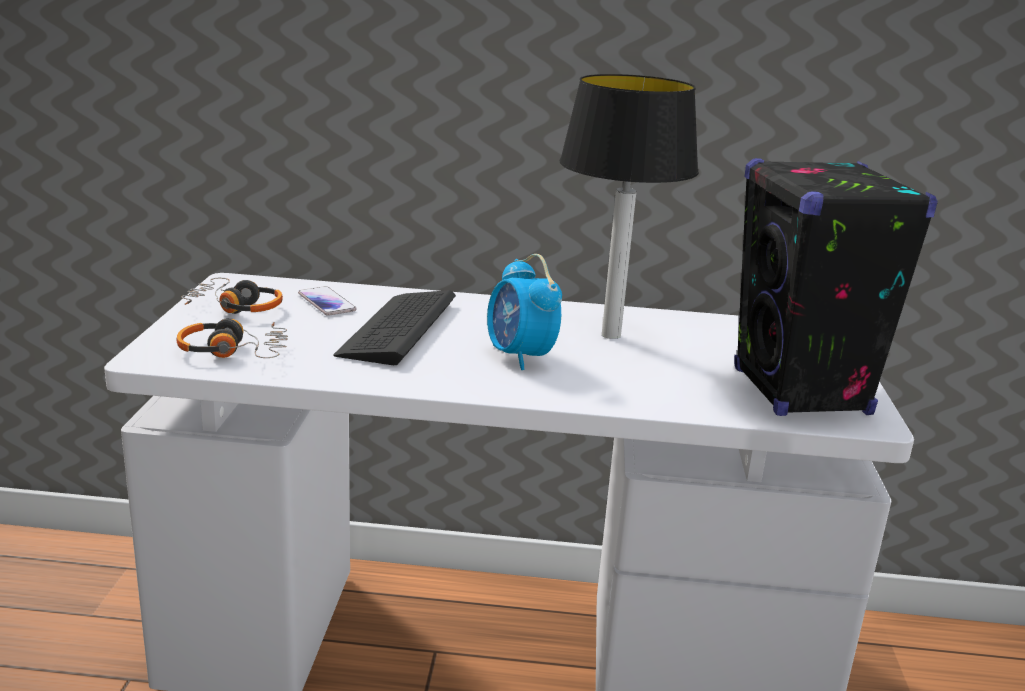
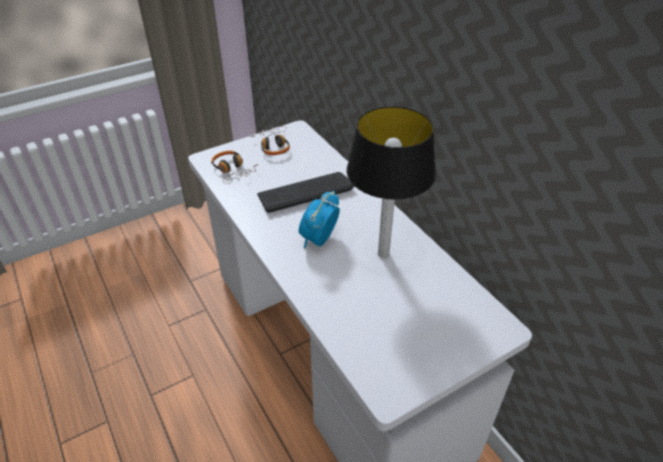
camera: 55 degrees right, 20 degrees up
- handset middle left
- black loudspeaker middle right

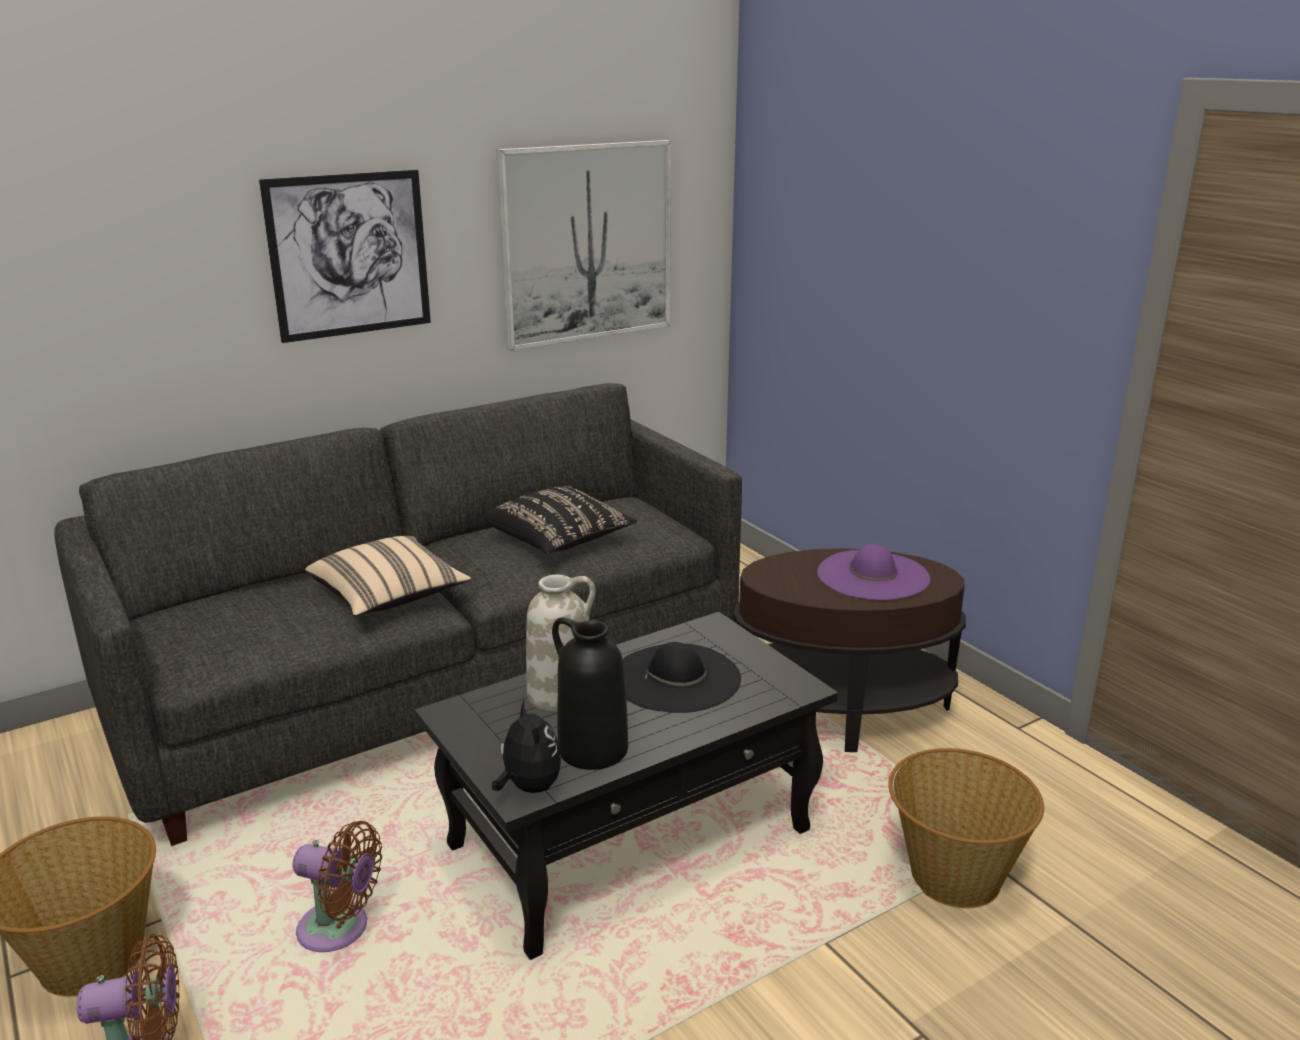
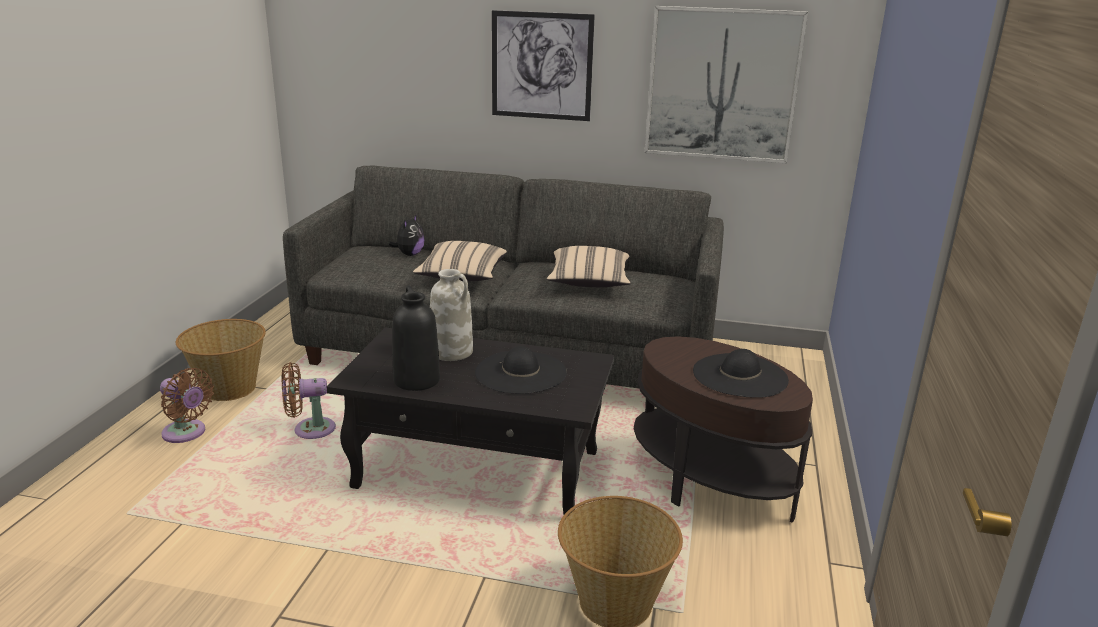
camera: 45 degrees right, 0 degrees up
~ cuddly toy bottom centre to centre
~ black throw pillow centre to beige throw pillow (no. 2 from left) centre
~ purplish wearable hat middle right to black wearable hat (no. 2 from left) middle right
~ brown fan (no. 2 from left) bottom left = middle left 105 degrees clockwise

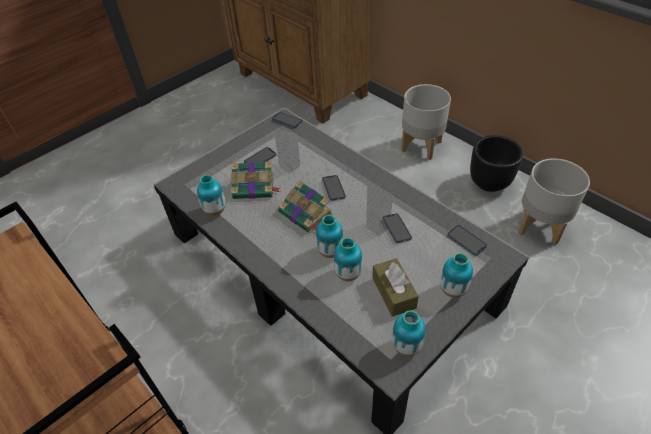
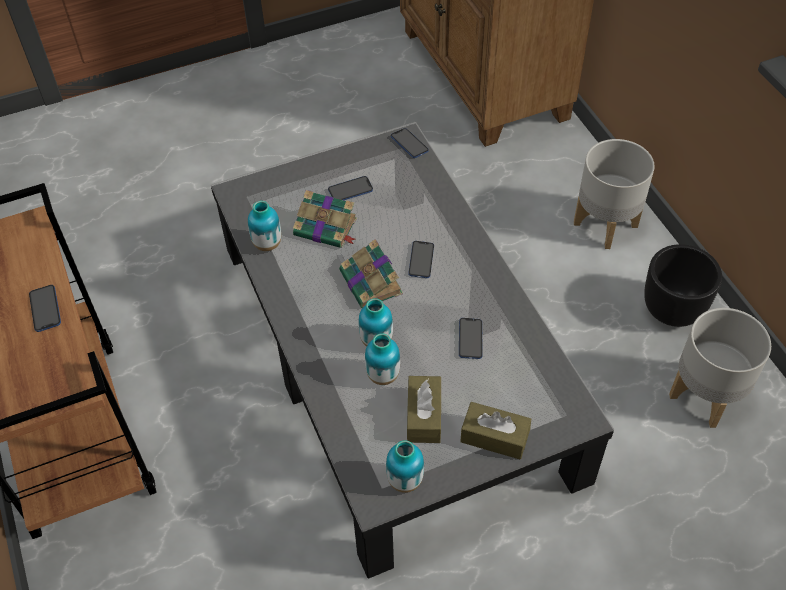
camera: 20 degrees right, 5 degrees up
~ handset (no. 5 from left in the first image) middle right to handset (no. 1 from left) middle left
~ decorative vase (no. 5 from left) middle right to brown box of tissues (no. 2 from left) bottom centre

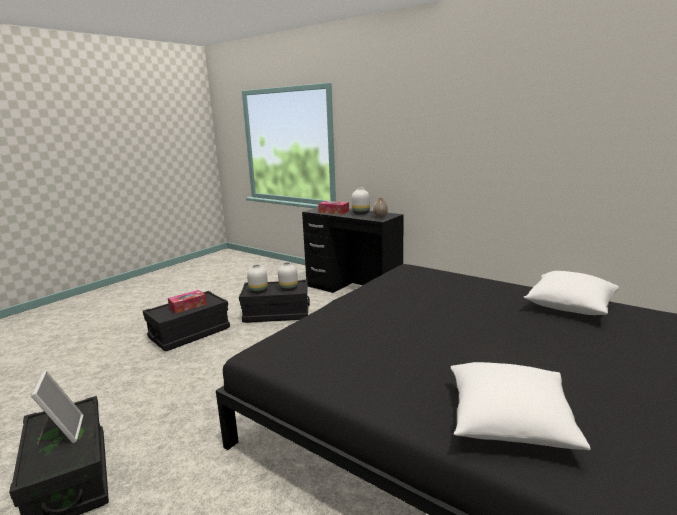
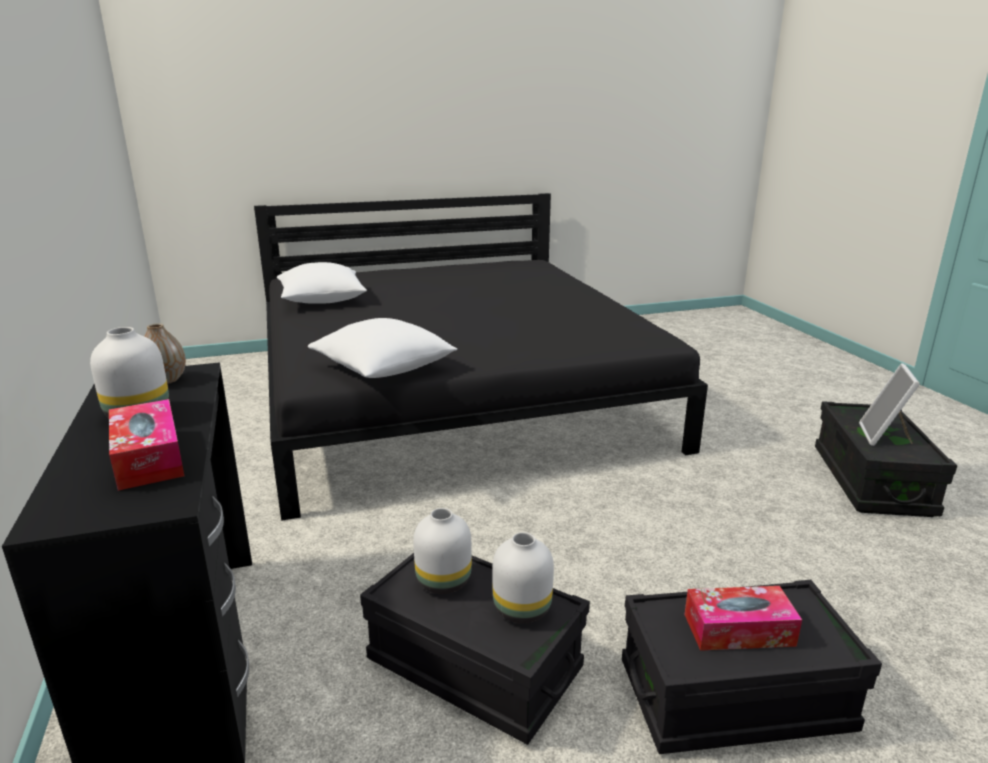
camera: 145 degrees left, 5 degrees up
~ white-coloured throw pillow (no. 1 from left in the first image) bottom right to white-coloured throw pillow (no. 2 from left) centre

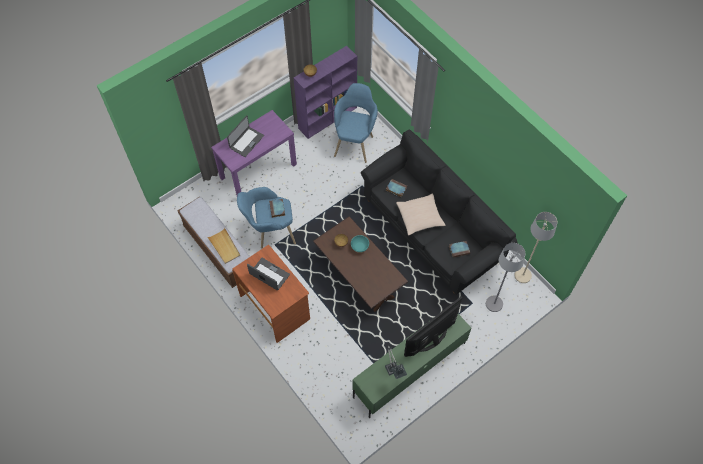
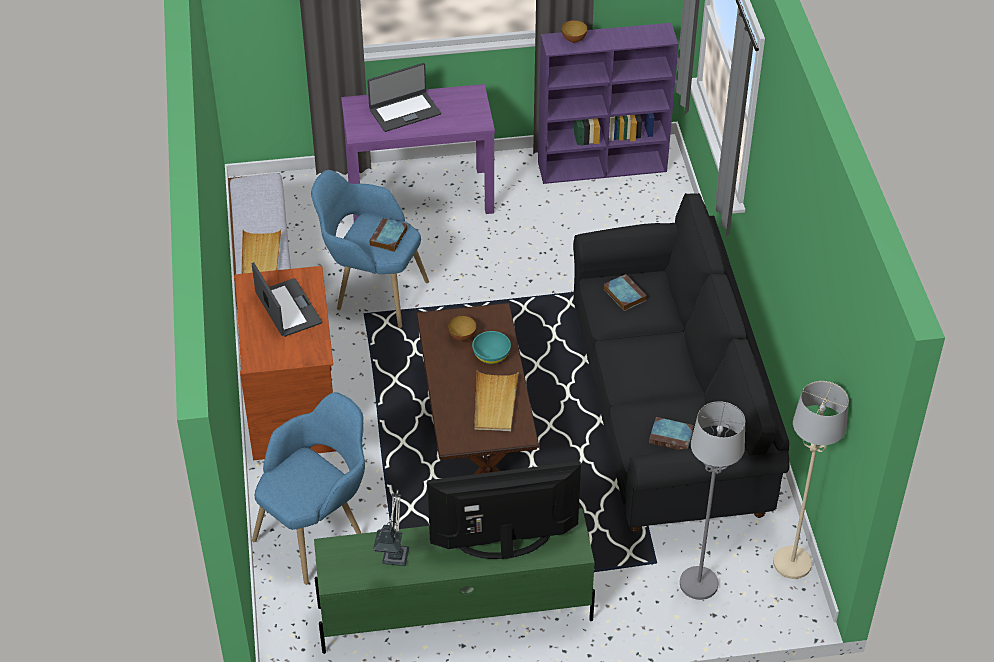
camera: 30 degrees right, 15 degrees down
- beige throw pillow centre
+ beige serving tray (no. 2 from left) centre
~ blue armchair (no. 2 from left in the first image) top centre to blue armchair (no. 1 from left) bottom left

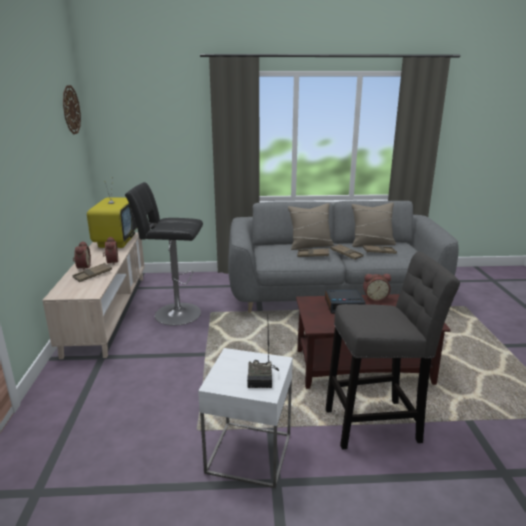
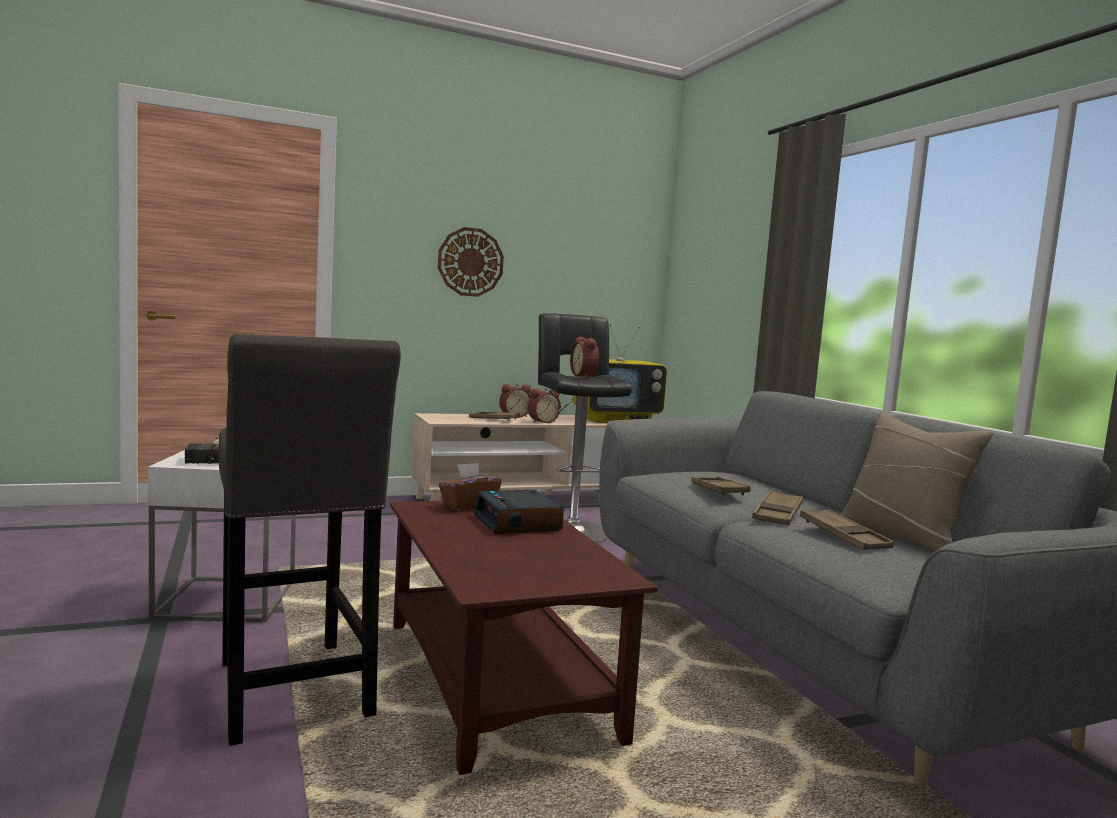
camera: 70 degrees right, 15 degrees down
- beige throw pillow (no. 1 from left) centre
+ brown box of tissues centre
~ clock on the wall top left to top centre
~ table clock (no. 4 from left) middle right to centre

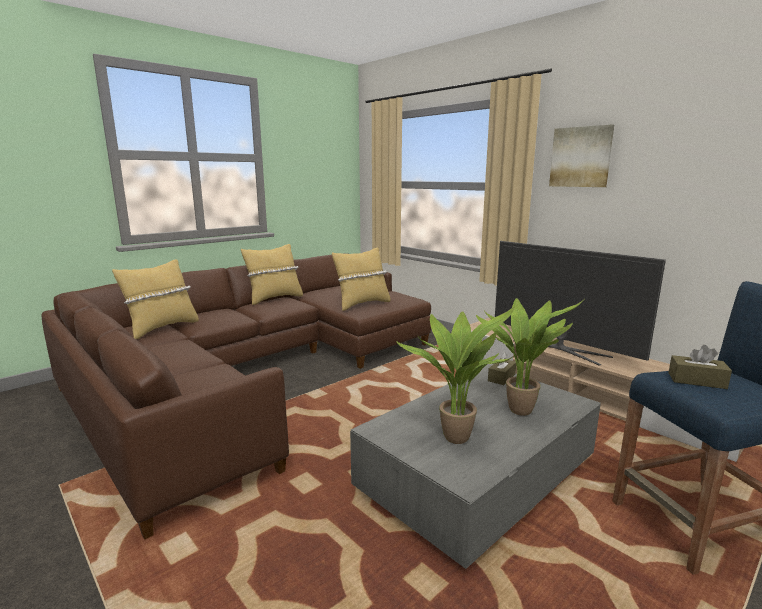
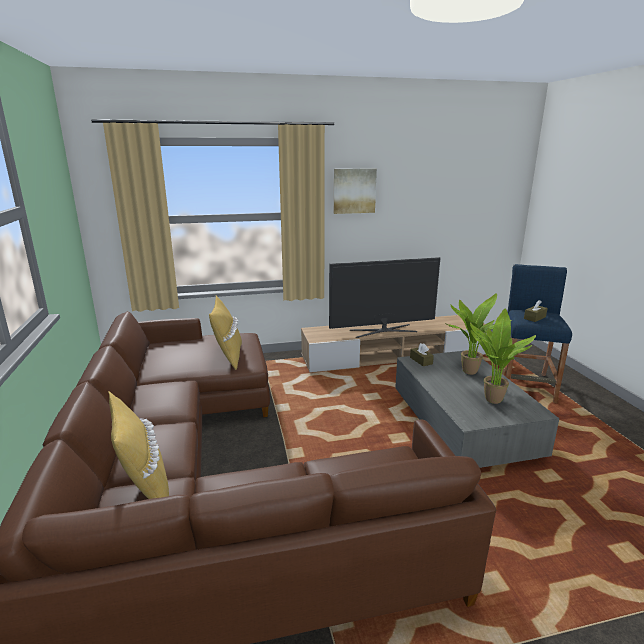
camera: 60 degrees left, 5 degrees up
- yellow-coloured throw pillow (no. 2 from left) centre

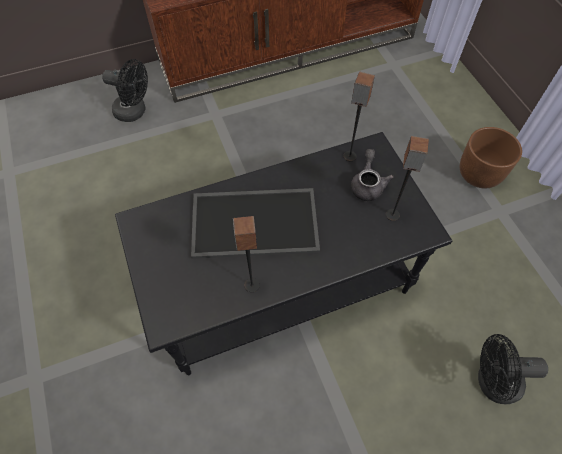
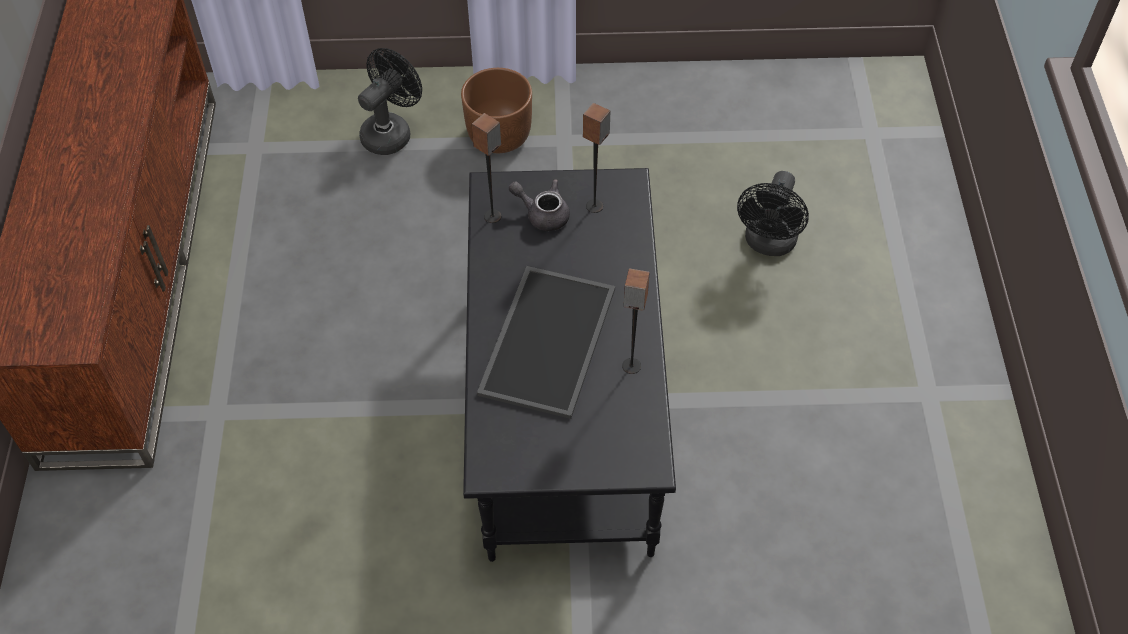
camera: 70 degrees left, 5 degrees down
~ black fan (no. 1 from left) top left to top centre

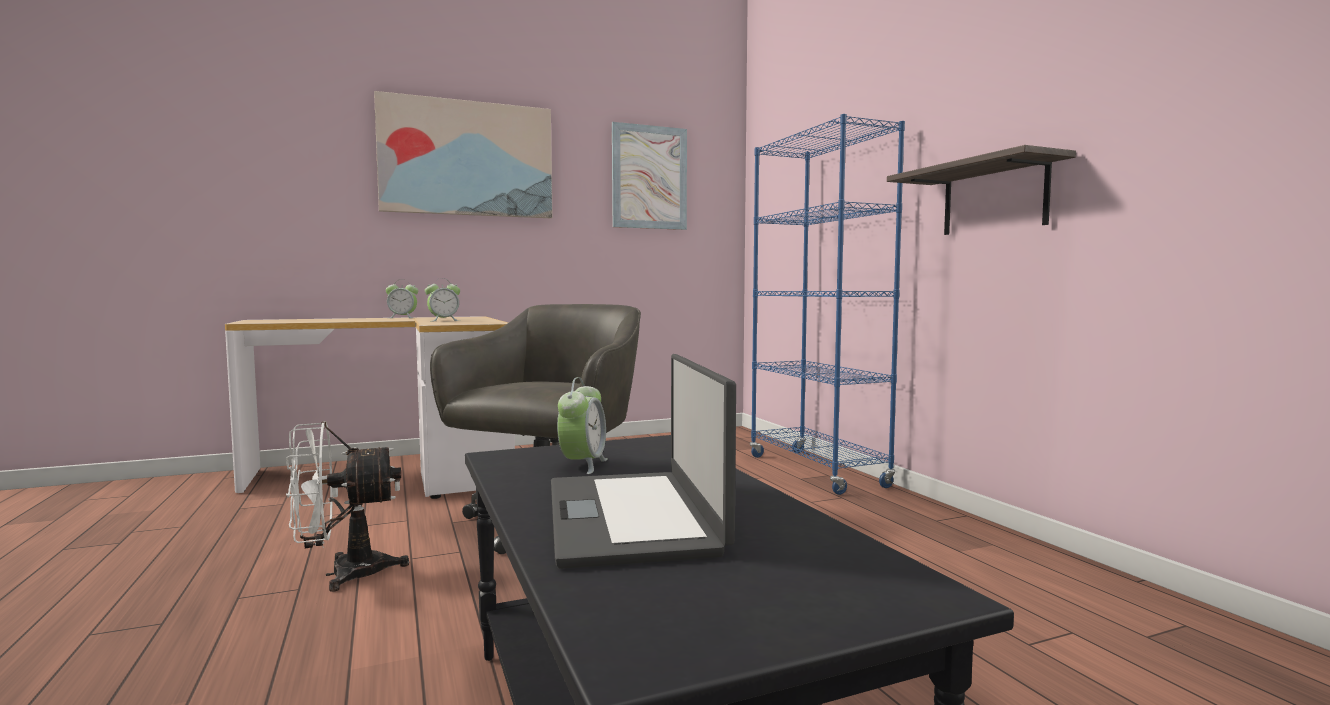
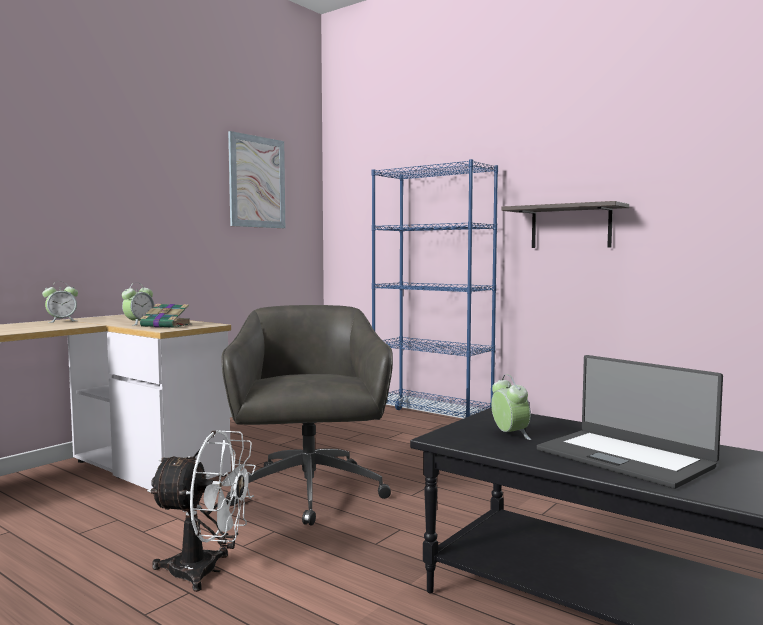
camera: 30 degrees left, 0 degrees up
- wall art (no. 1 from left) top centre
+ book middle left
~ white-coloured fan bottom left = bottom left 120 degrees counterclockwise

